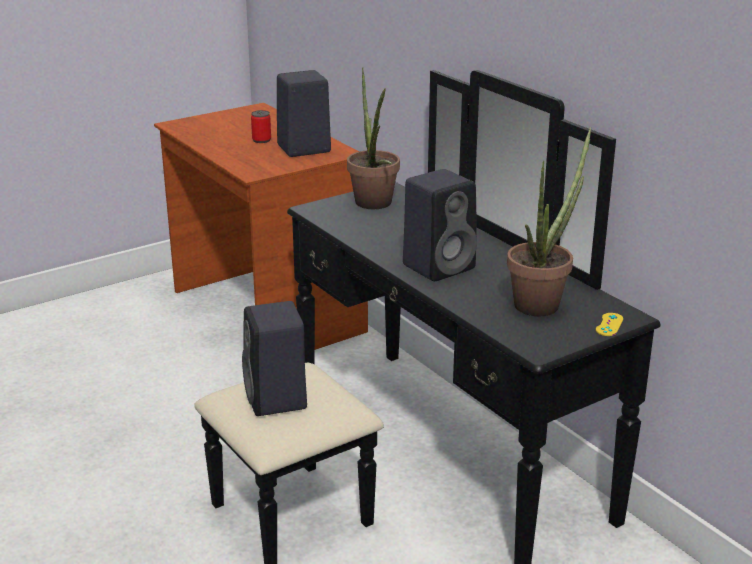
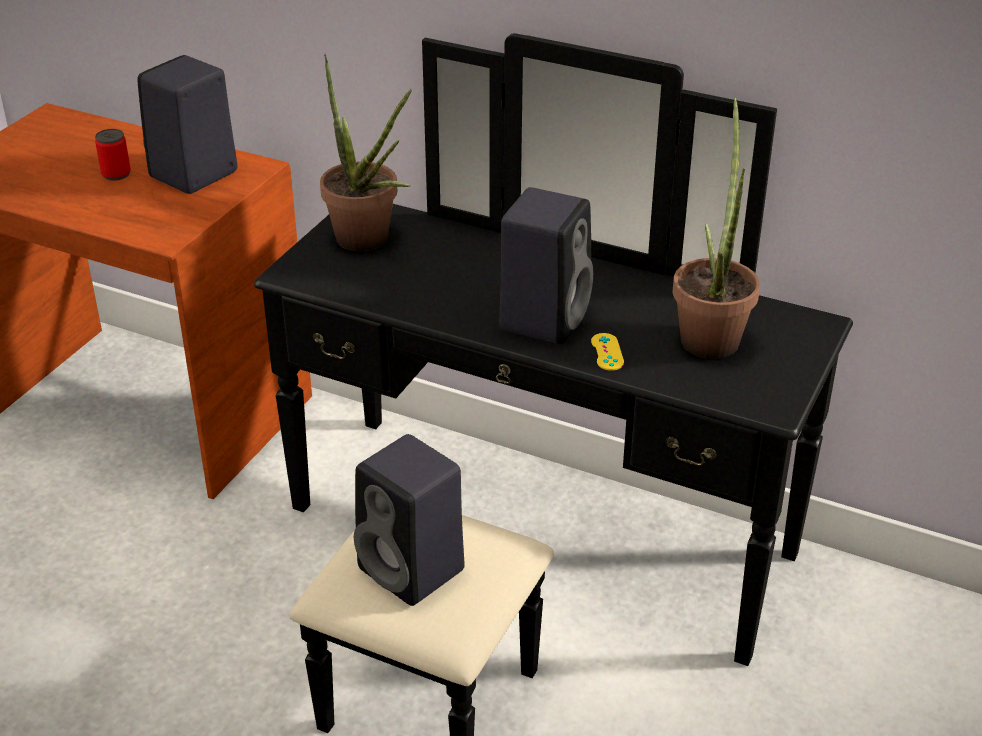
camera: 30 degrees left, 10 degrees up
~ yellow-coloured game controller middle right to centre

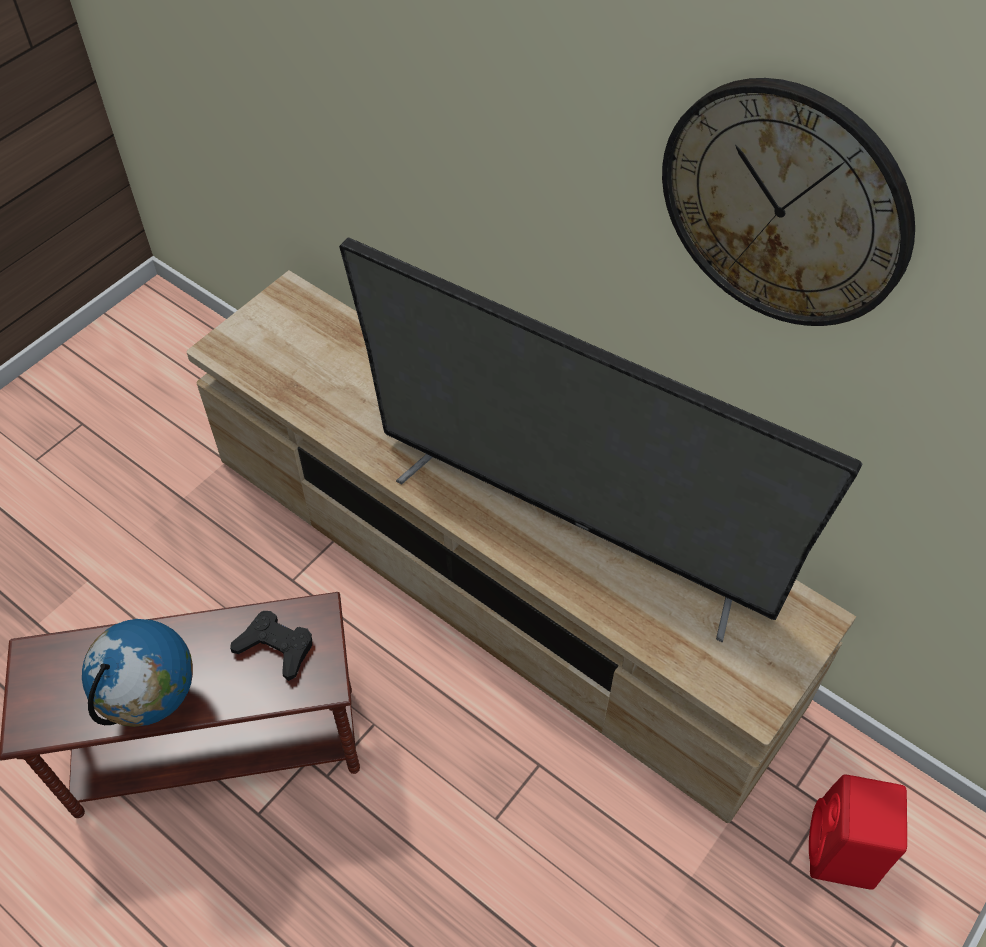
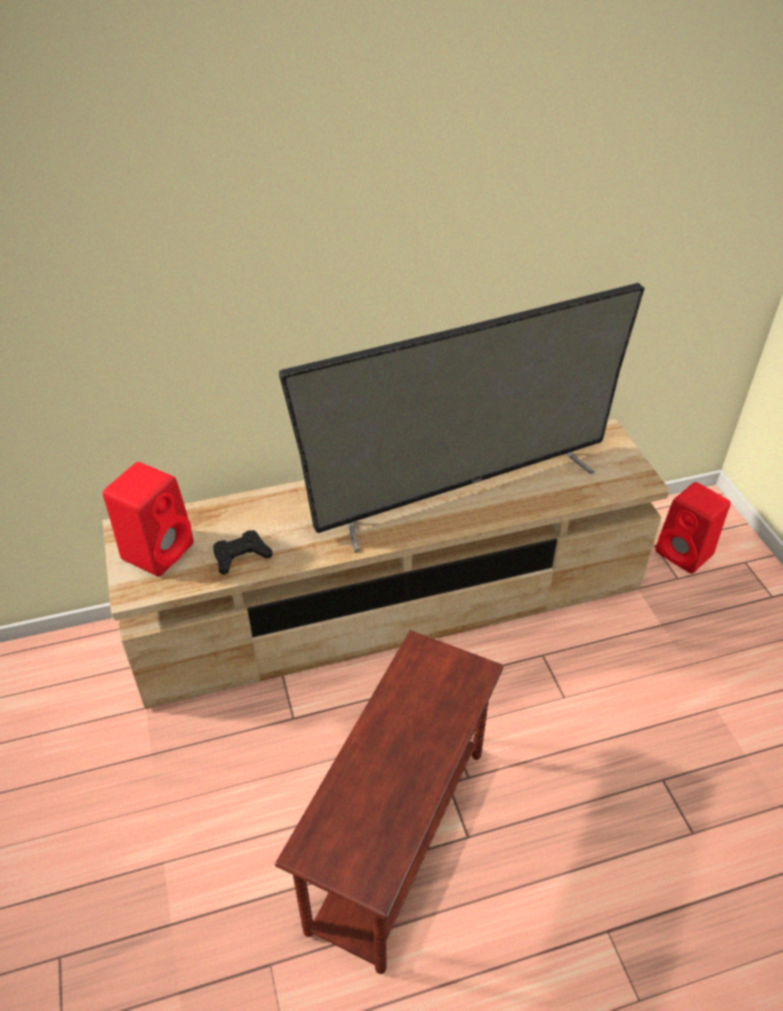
camera: 55 degrees left, 10 degrees down
- world globe bottom left
- clock on the wall top right
+ red-coloured loudspeaker (no. 1 from left) middle left
~ black game controller bottom left to middle left

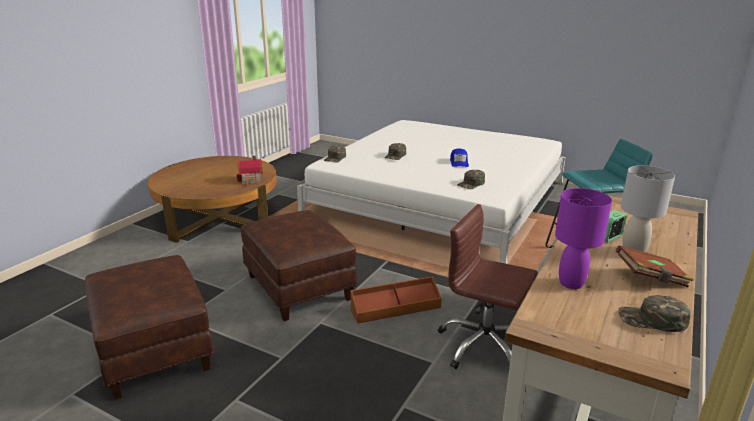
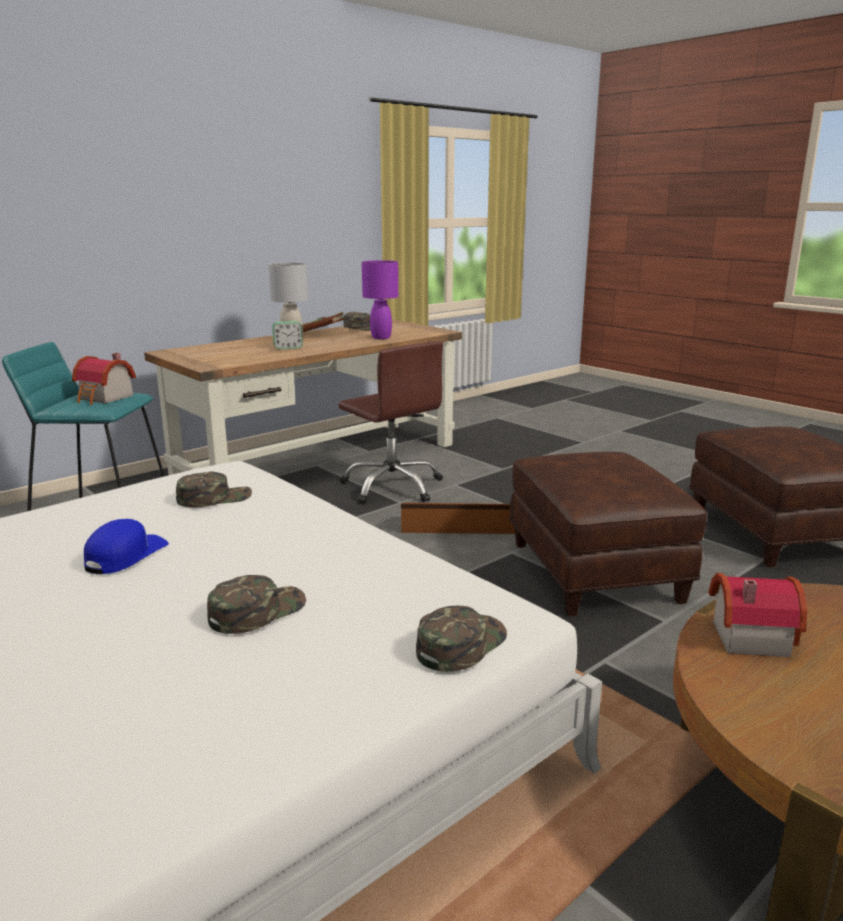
camera: 160 degrees left, 5 degrees down
+ toy house (no. 1 from left) middle left

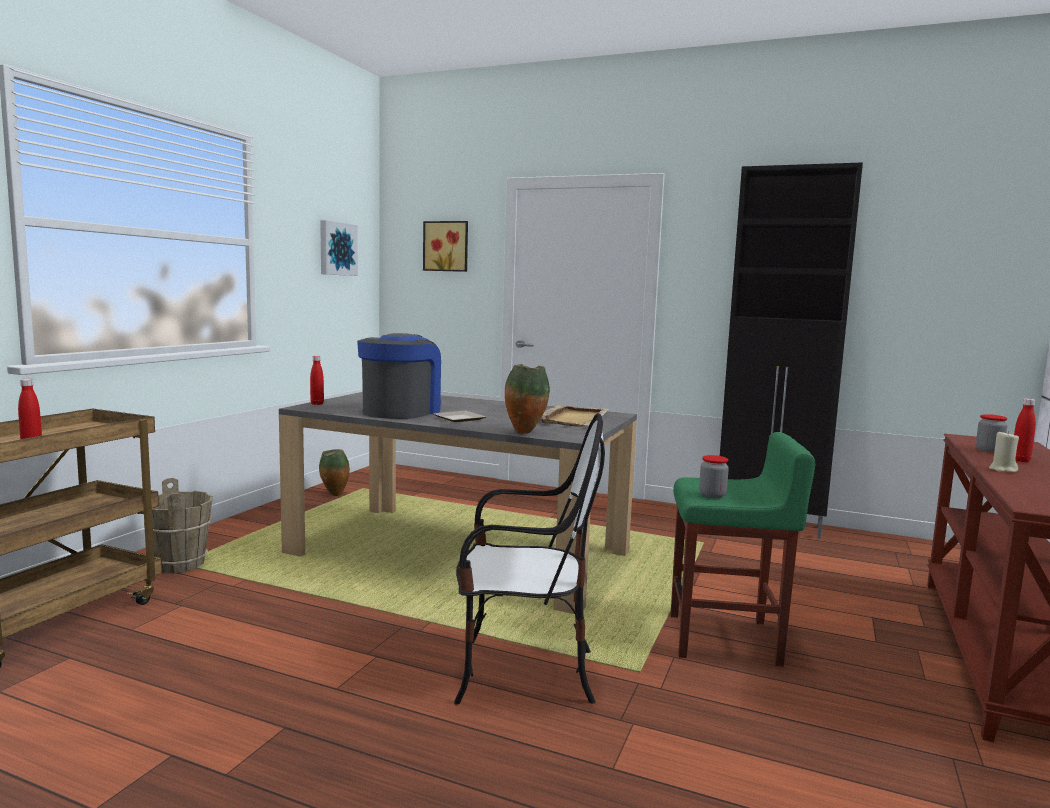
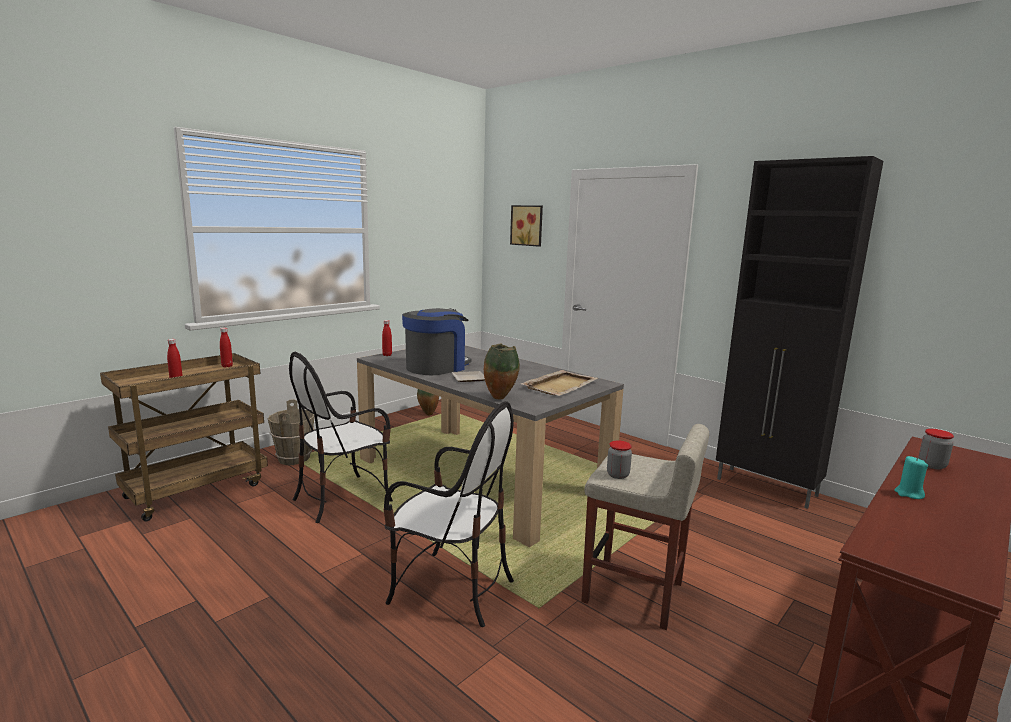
camera: 20 degrees right, 5 degrees up
- wall art (no. 1 from left) top left
+ plain chair (no. 1 from left) centre
~ red-coloured beverage bottle (no. 3 from left in the first image) middle right to red-coloured beverage bottle (no. 2 from left) middle left
~ green sitting stool bottom right to beige sitting stool bottom centre
~ beige wax light middle right to turquoise wax light middle right

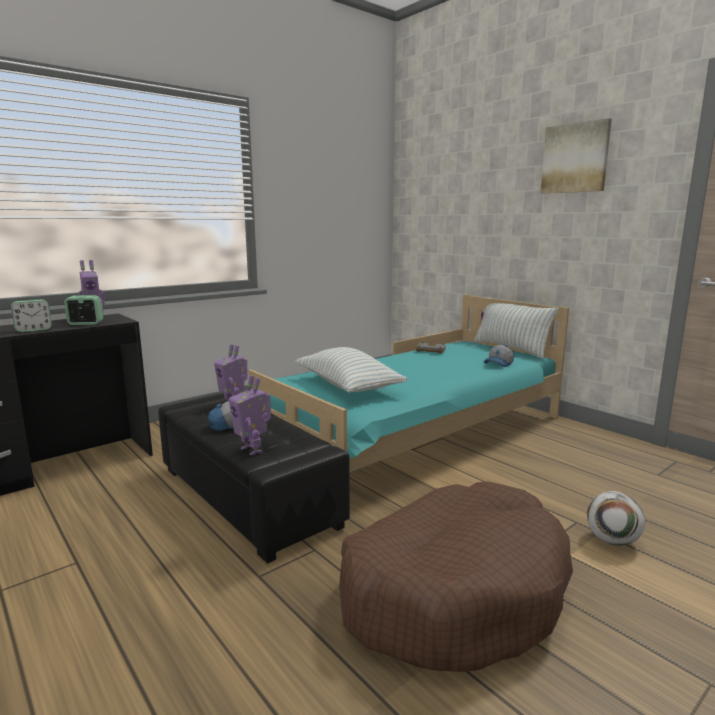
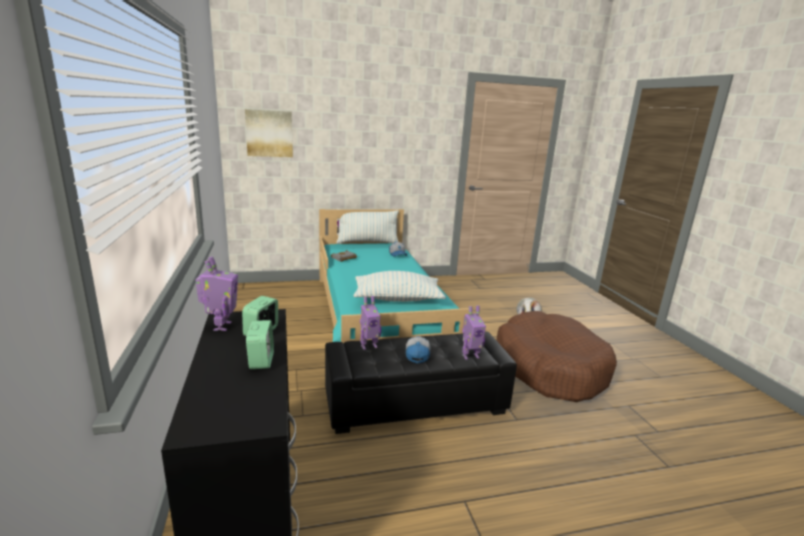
camera: 65 degrees left, 5 degrees up
~ wall art top right to top centre

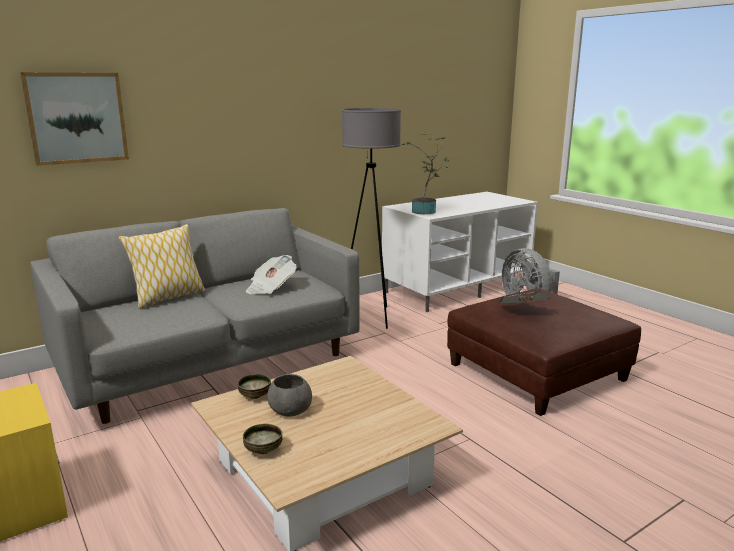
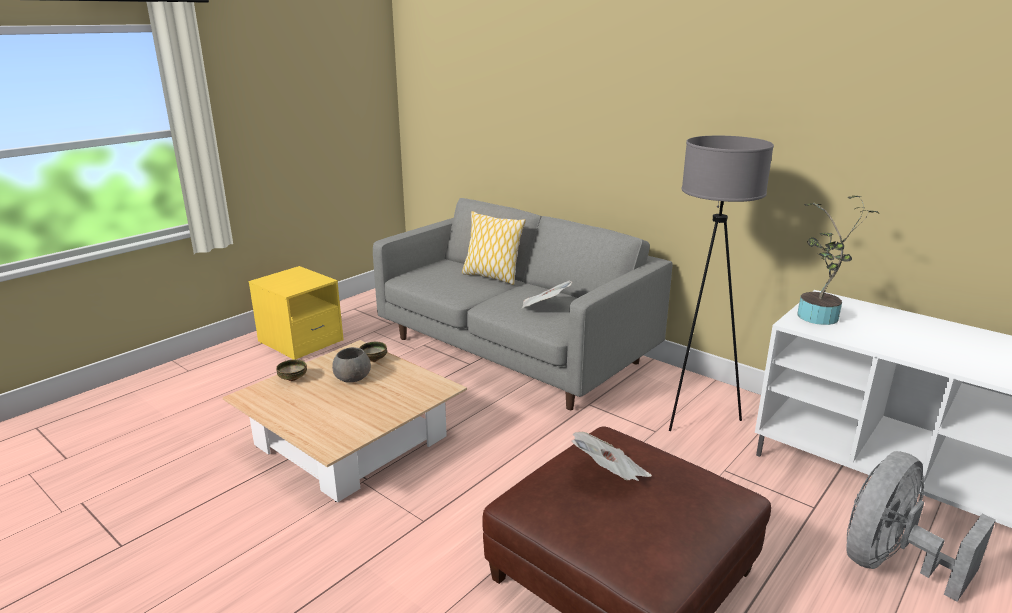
camera: 75 degrees right, 5 degrees up
- wall art top left

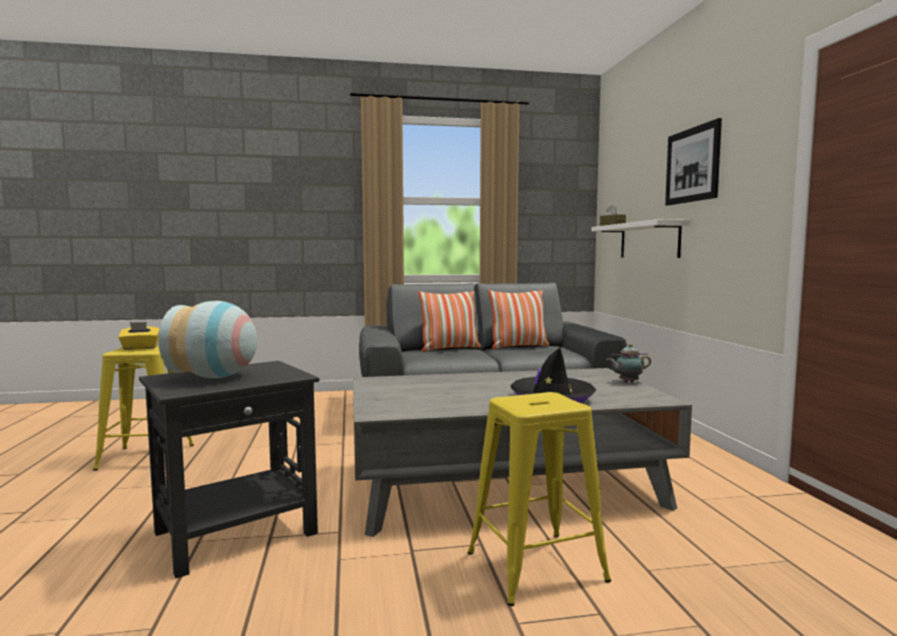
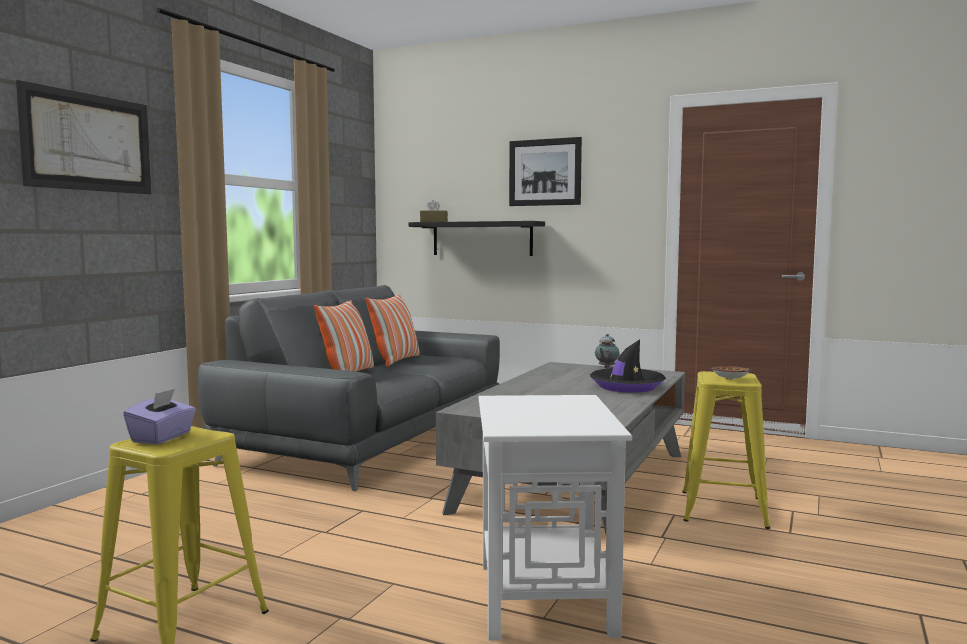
camera: 55 degrees left, 0 degrees up
- decorative vase middle left
+ wall art (no. 1 from left) top left
+ bowl middle right
~ yellow-coloured box of tissues middle left to purplish box of tissues middle left
~ black side table bottom left to white-coloured side table bottom centre
~ white-coloured wall shelf middle right to black wall shelf centre

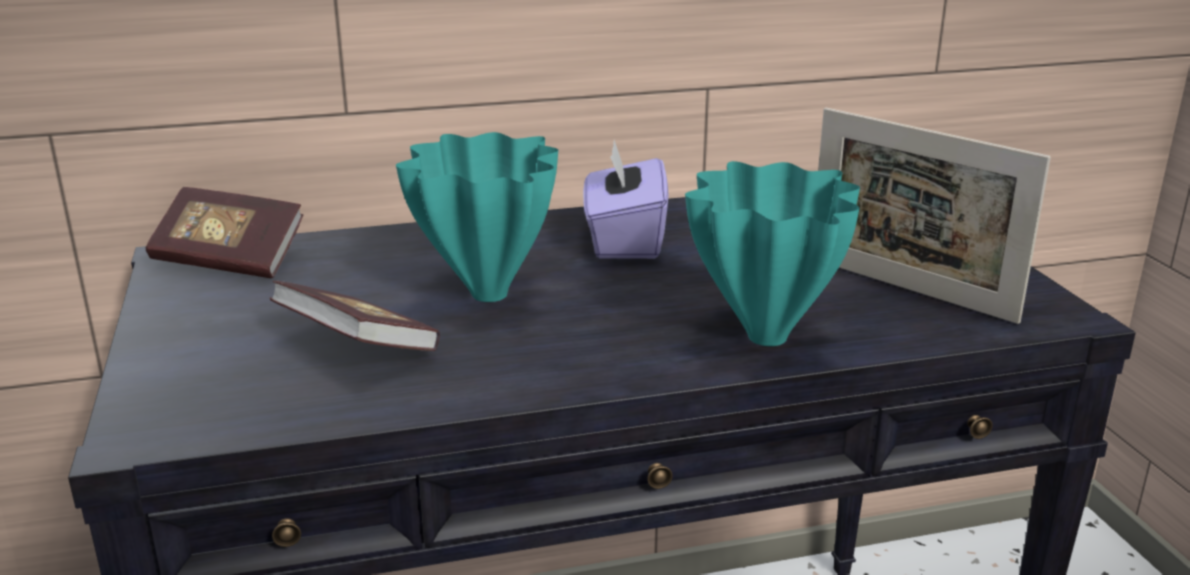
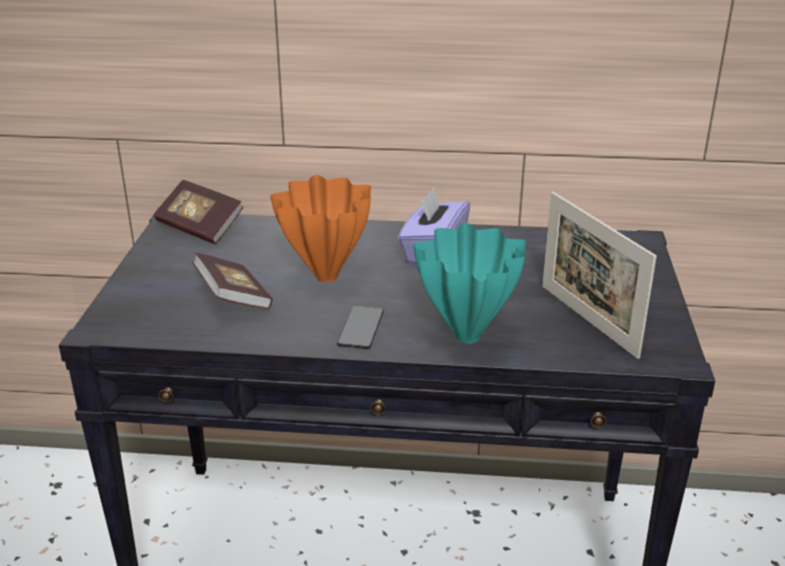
camera: 20 degrees right, 5 degrees up
+ handset centre
~ turquoise decorative vase (no. 1 from left) centre to orange-coloured decorative vase centre

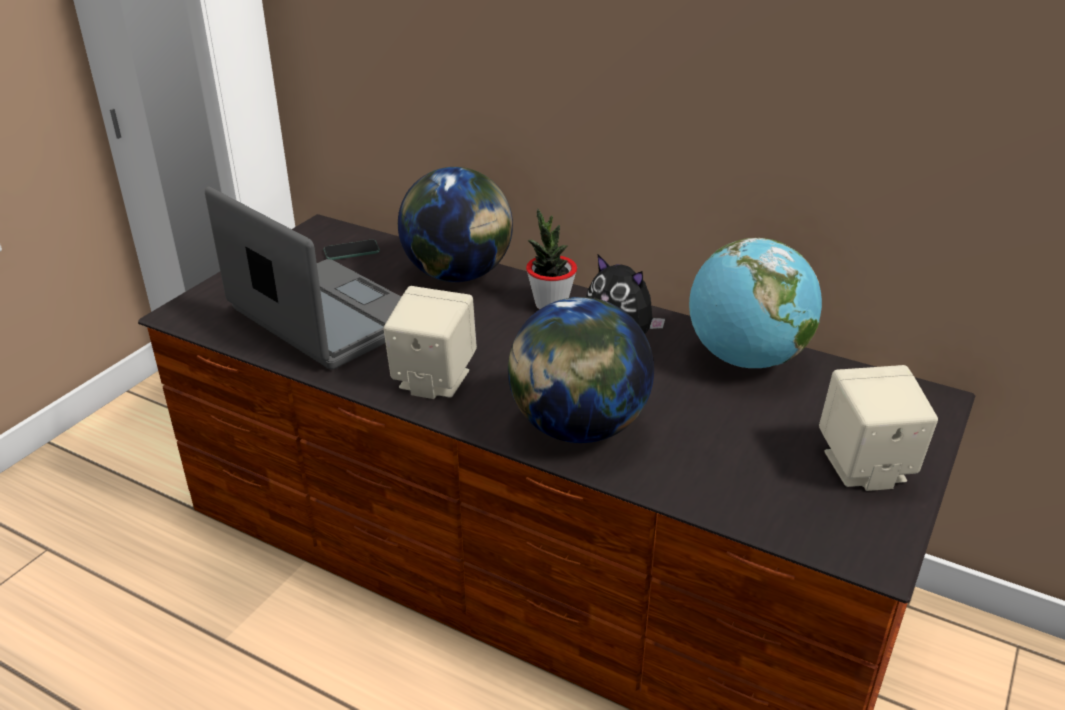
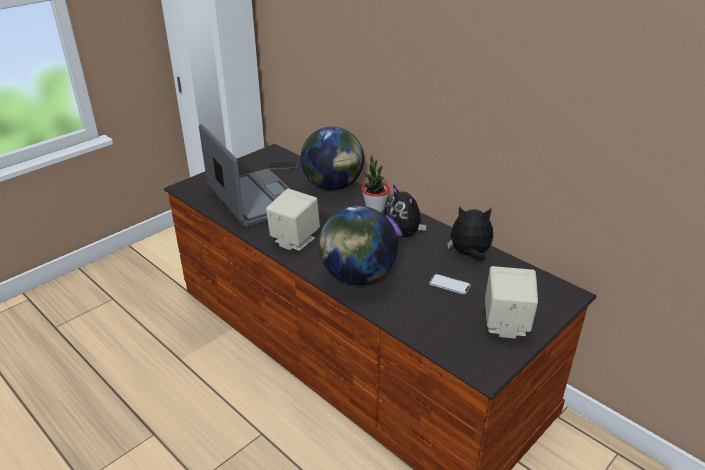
camera: 15 degrees right, 0 degrees up
+ handset (no. 2 from left) centre
~ world globe (no. 3 from left) middle right to cuddly toy (no. 2 from left) middle right

